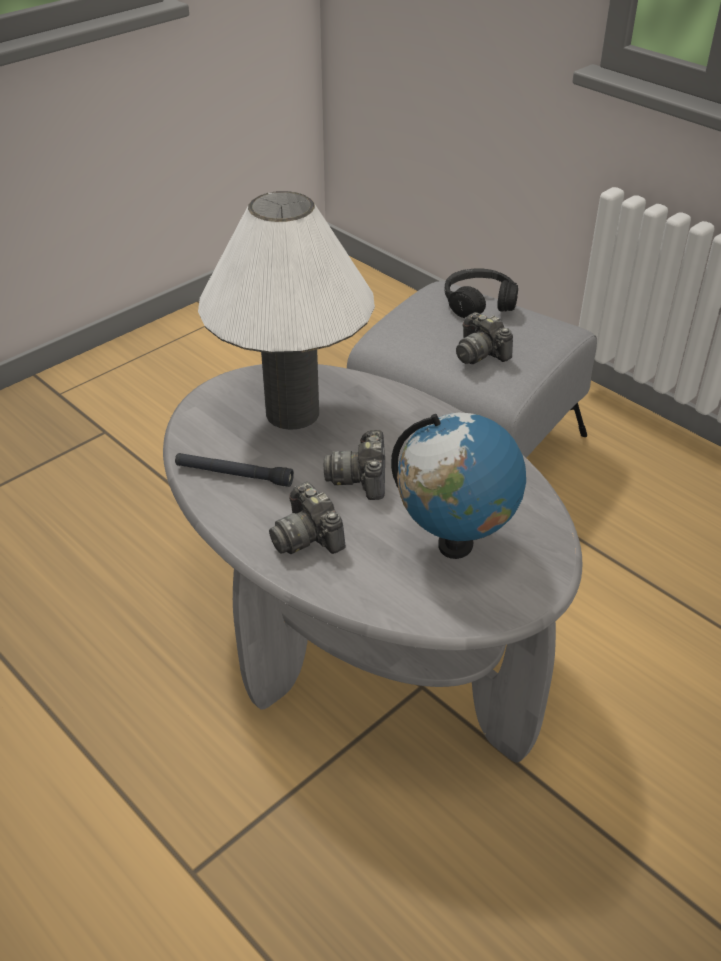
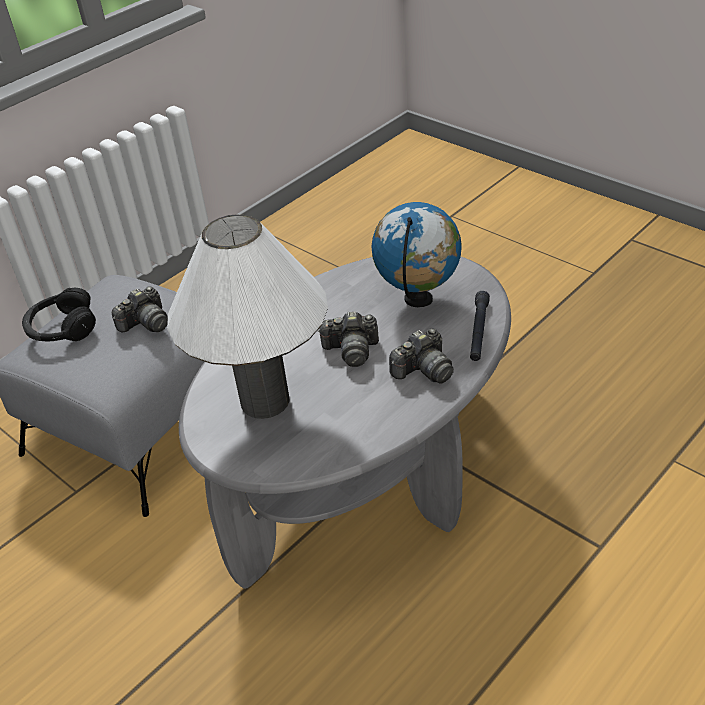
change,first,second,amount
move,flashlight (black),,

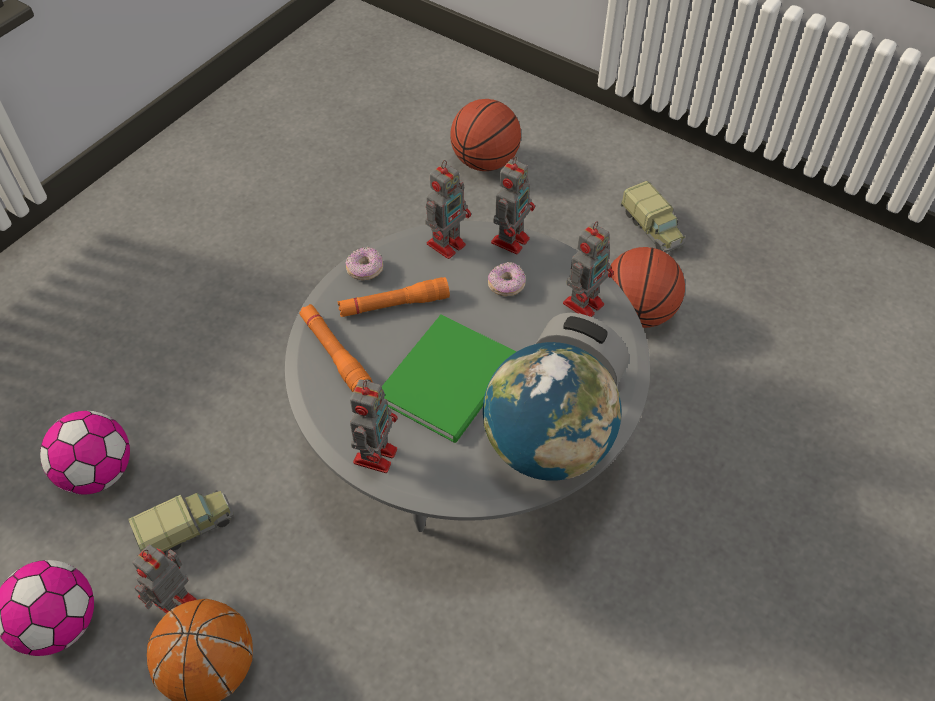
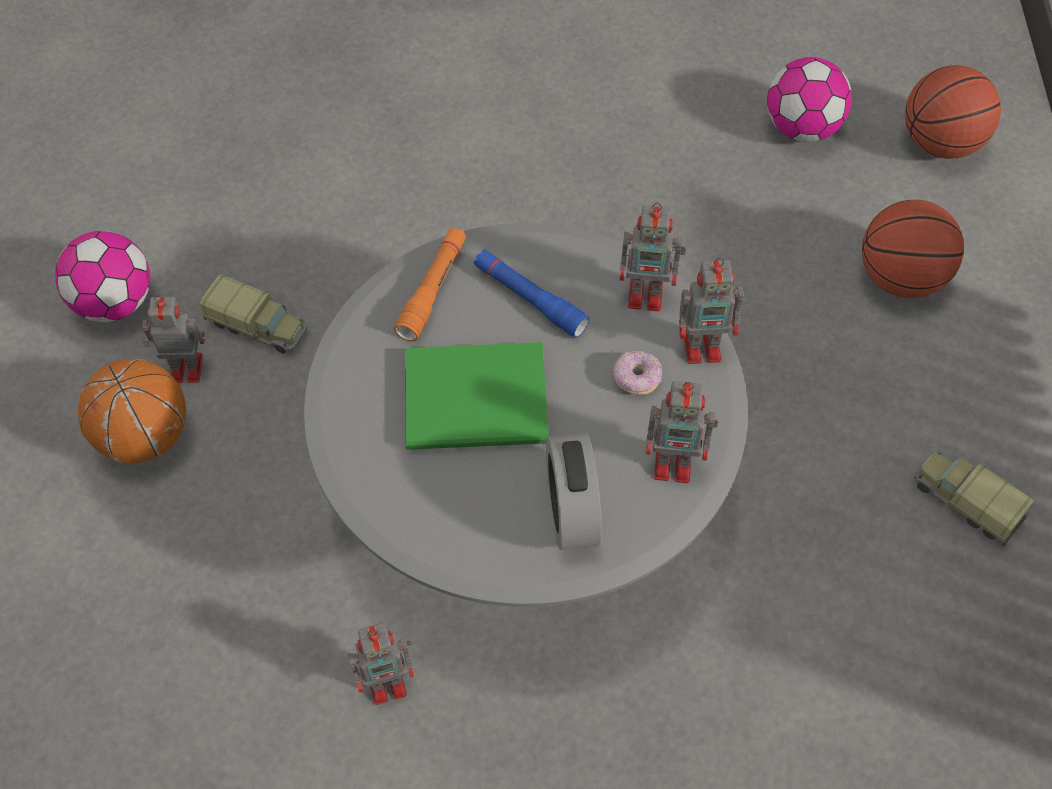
change,first,second,amount
delete,donut (1st from left),,
delete,globe,,
move,football (2nd from left),,
move,toy robot (2nd from left),,
move,basketball (3rd from left),,
recolor,flashlight (orange) (2nd from left),flashlight (blue),
rotate,toy truck (2nd from left),,105 degrees clockwise

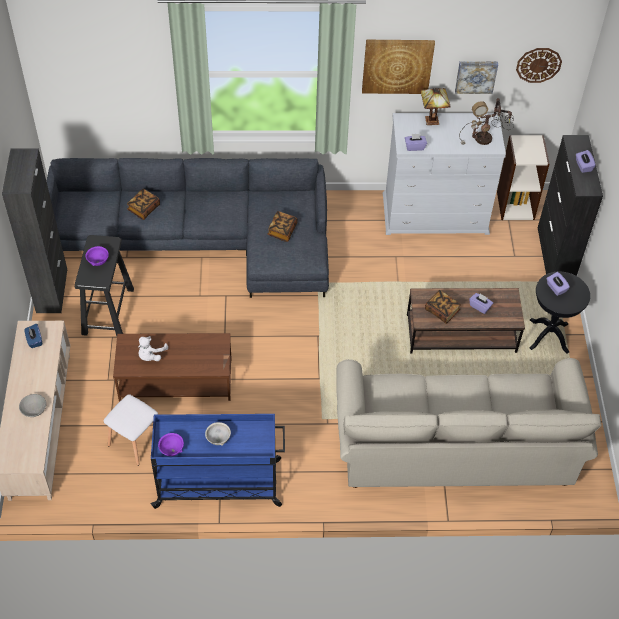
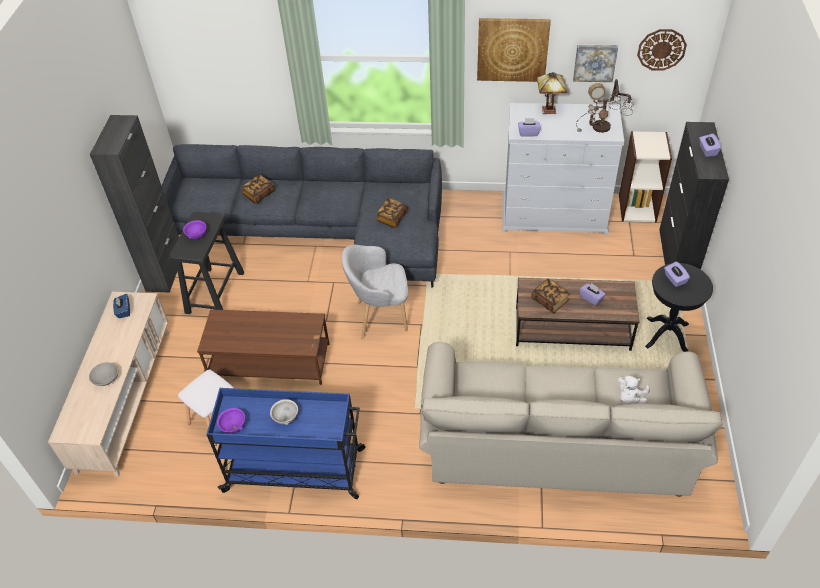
change,first,second,amount
insert,,armchair (grey),
move,plush toy (white),,

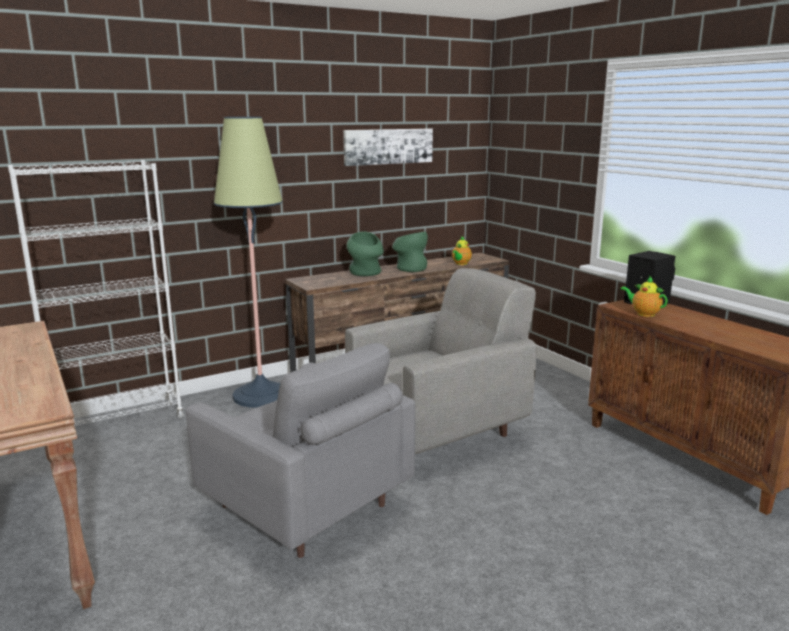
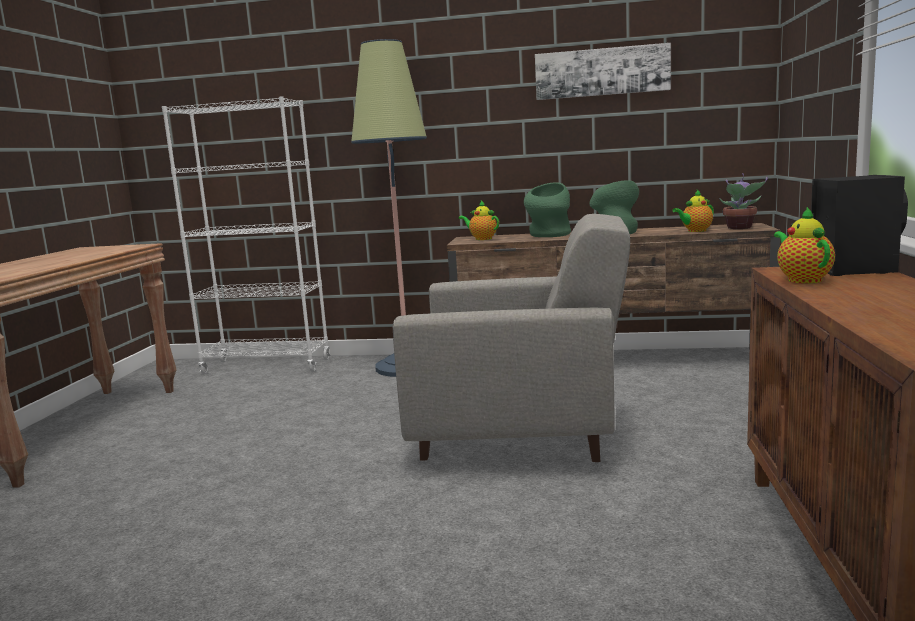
change,first,second,amount
delete,armchair (grey) (1st from left),,
insert,,teapot (1st from left),
insert,,potted plant,

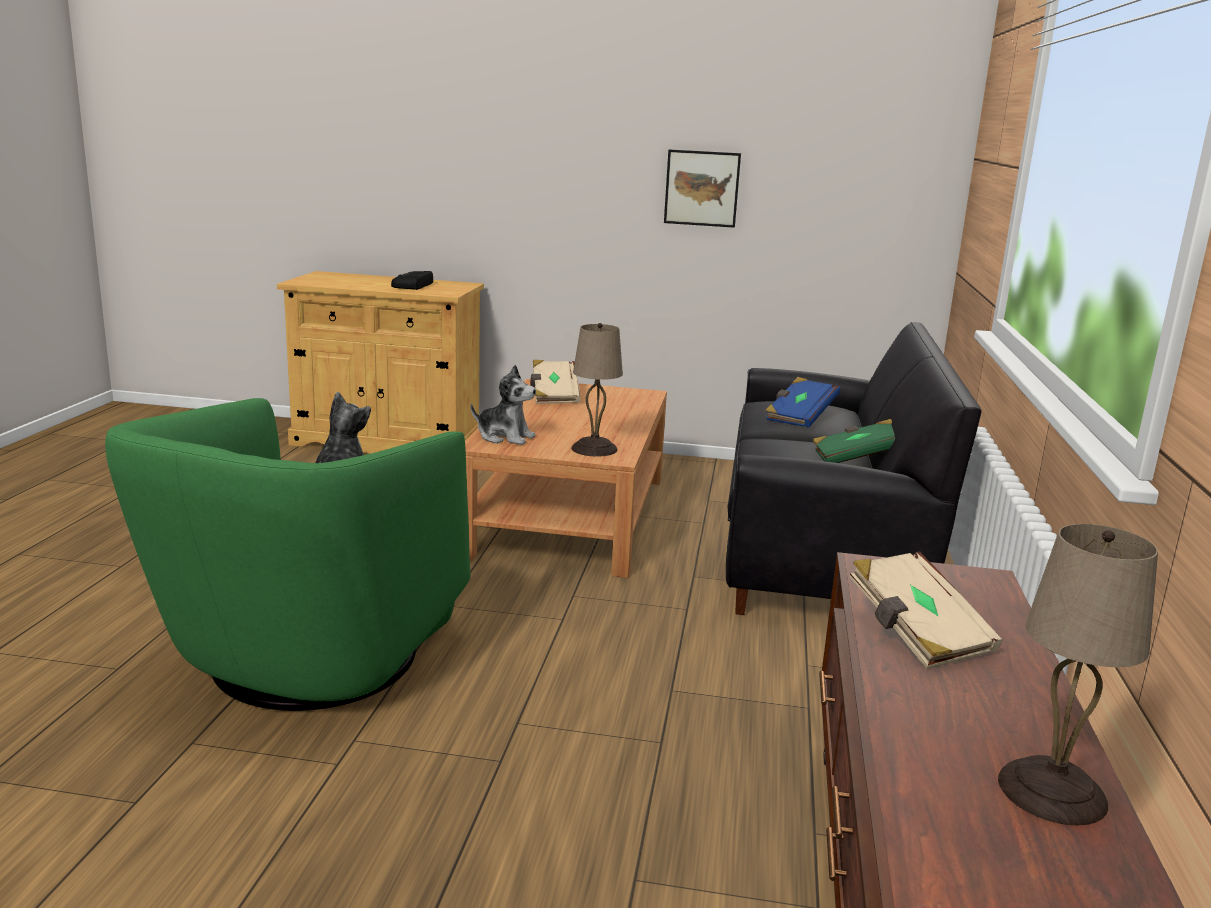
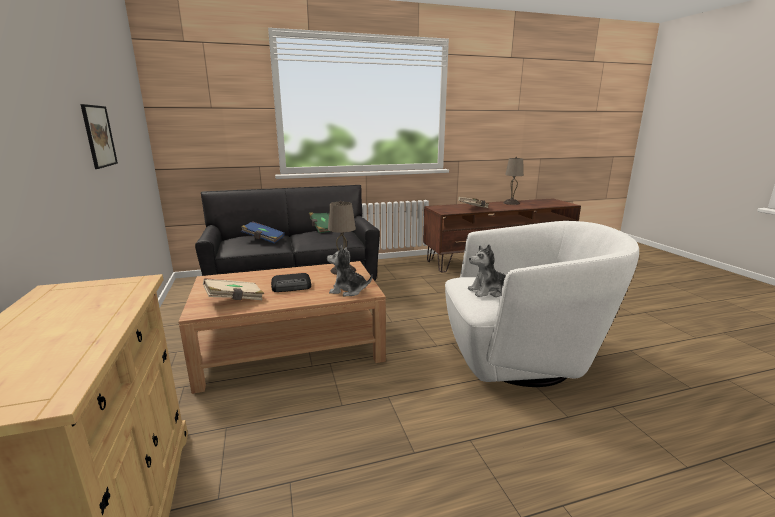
change,first,second,amount
move,radio,,
recolor,armchair (green),armchair (white),
rotate,plush toy (2nd from left in the first image),plush toy (1st from left),75 degrees counterclockwise

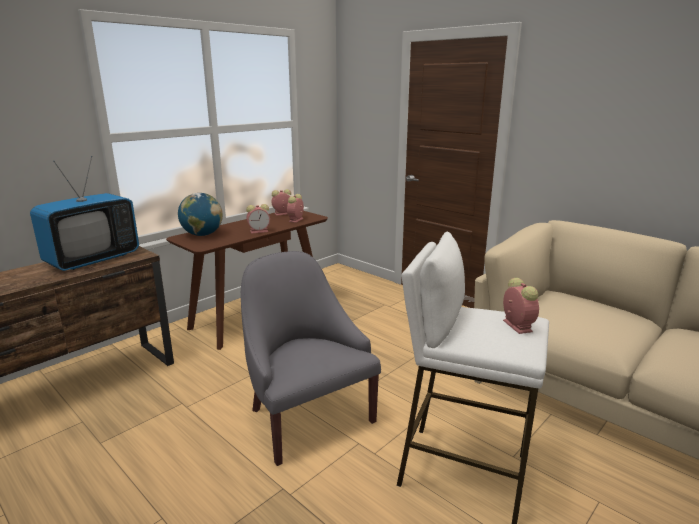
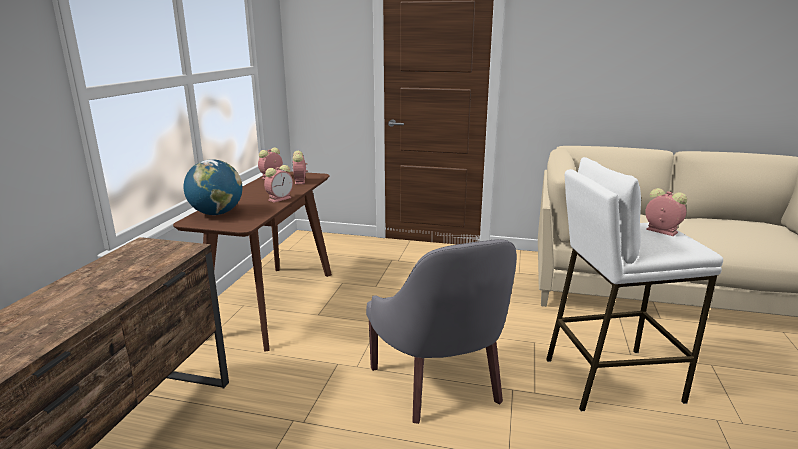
change,first,second,amount
delete,television,,
rotate,armchair (grey),,135 degrees counterclockwise

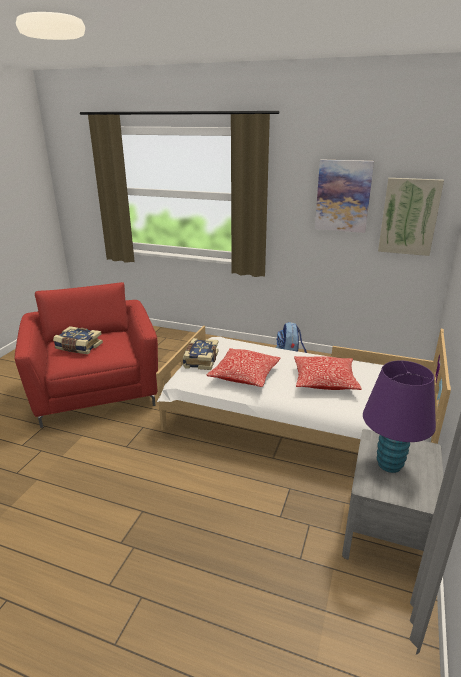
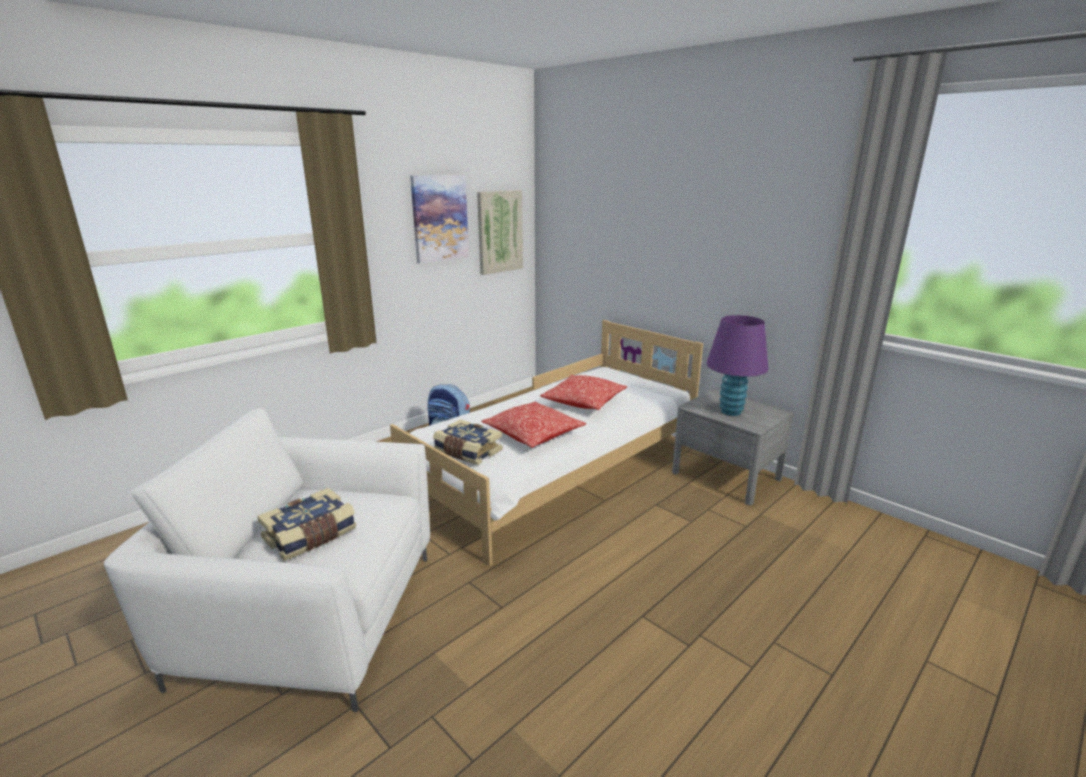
change,first,second,amount
recolor,armchair (red),armchair (white),

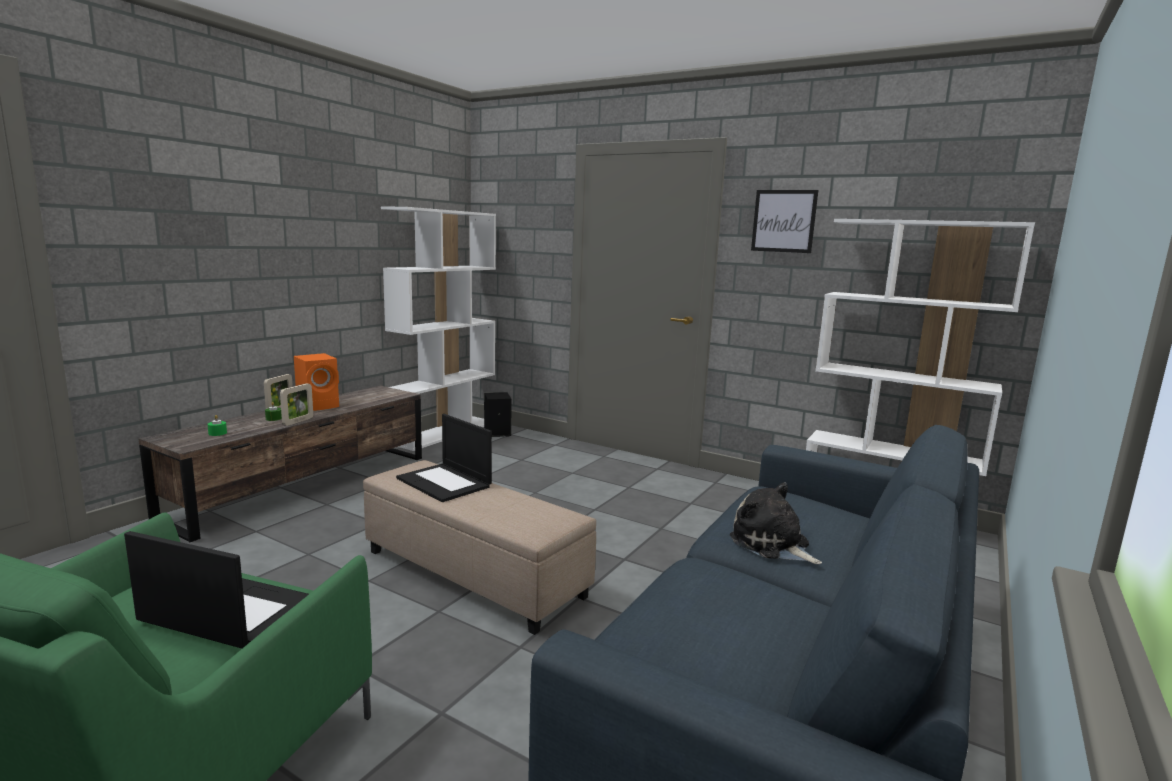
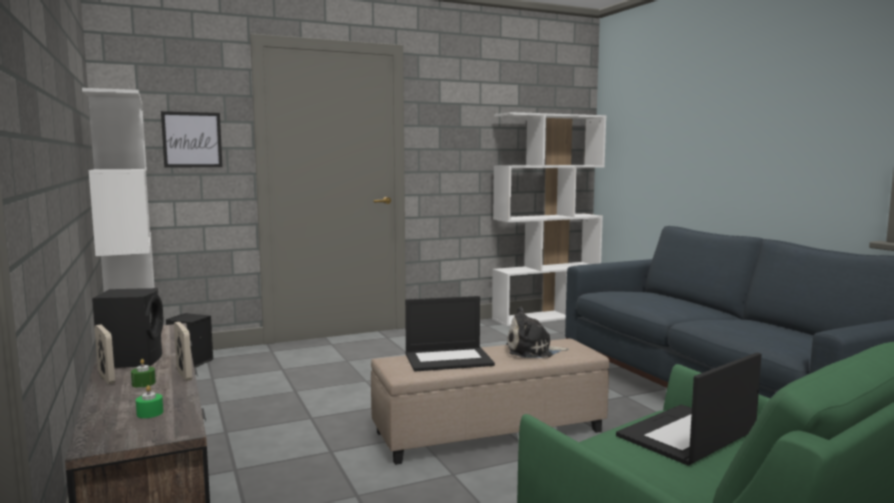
change,first,second,amount
move,plush toy,,
move,picture,,
recolor,speaker (orange),speaker (black) (1st from left),

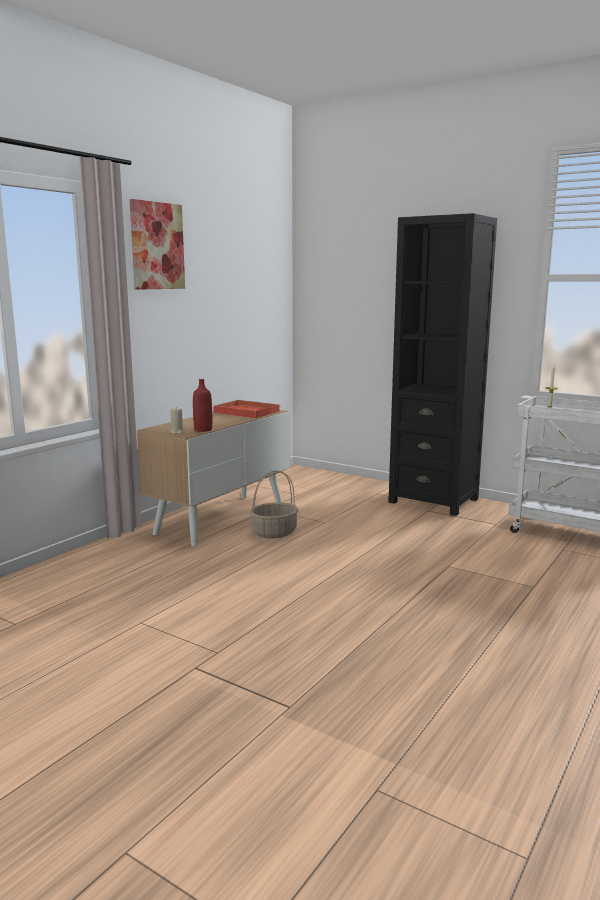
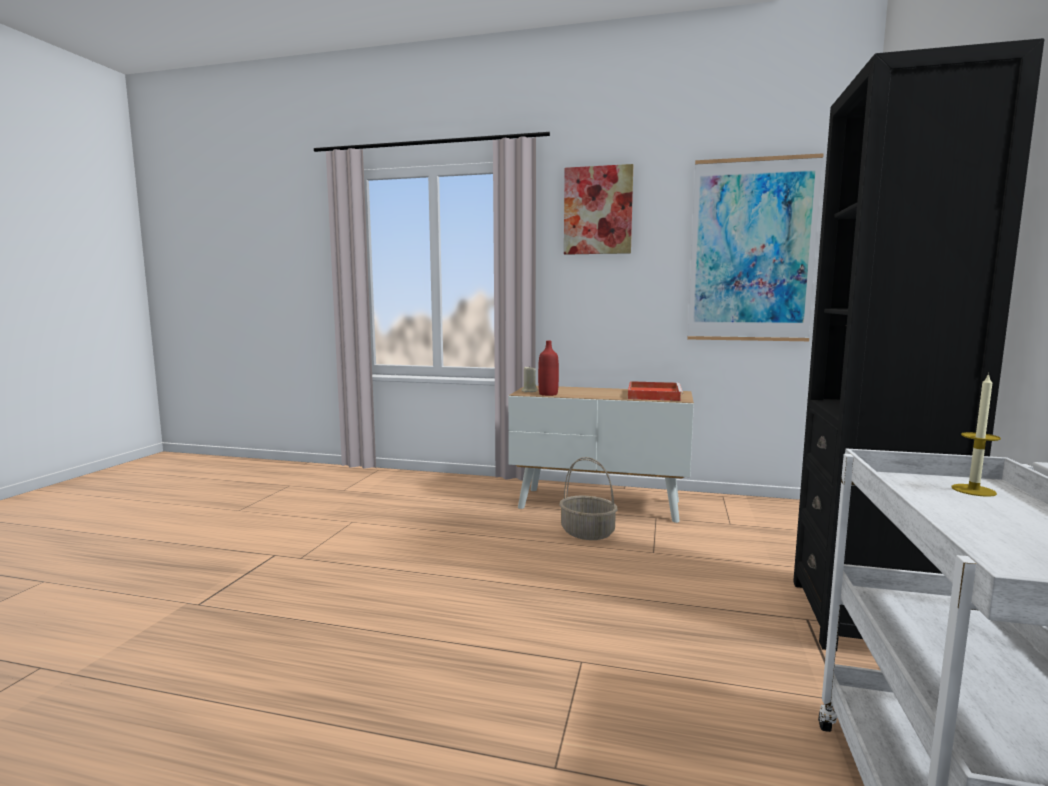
change,first,second,amount
insert,,picture (2nd from left),

